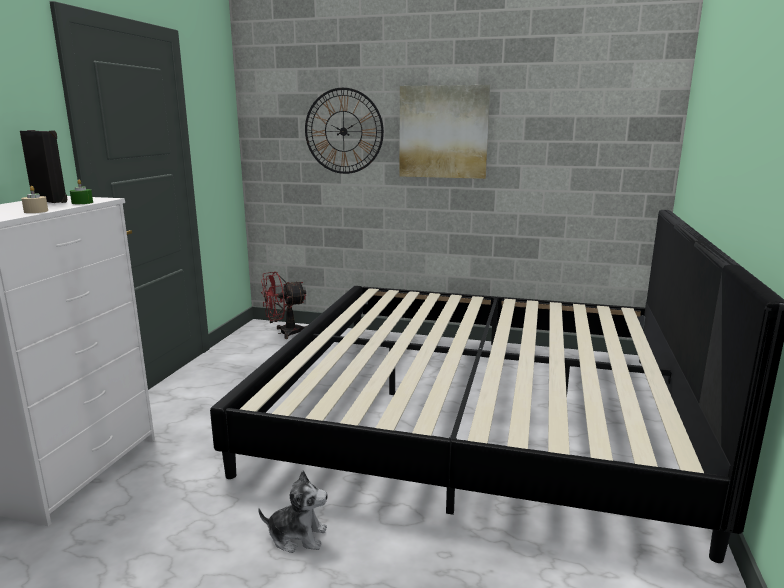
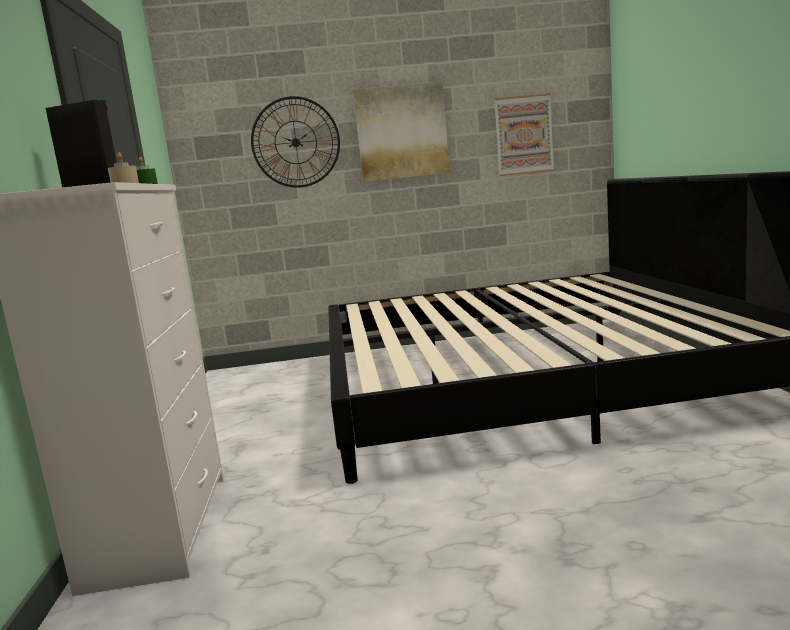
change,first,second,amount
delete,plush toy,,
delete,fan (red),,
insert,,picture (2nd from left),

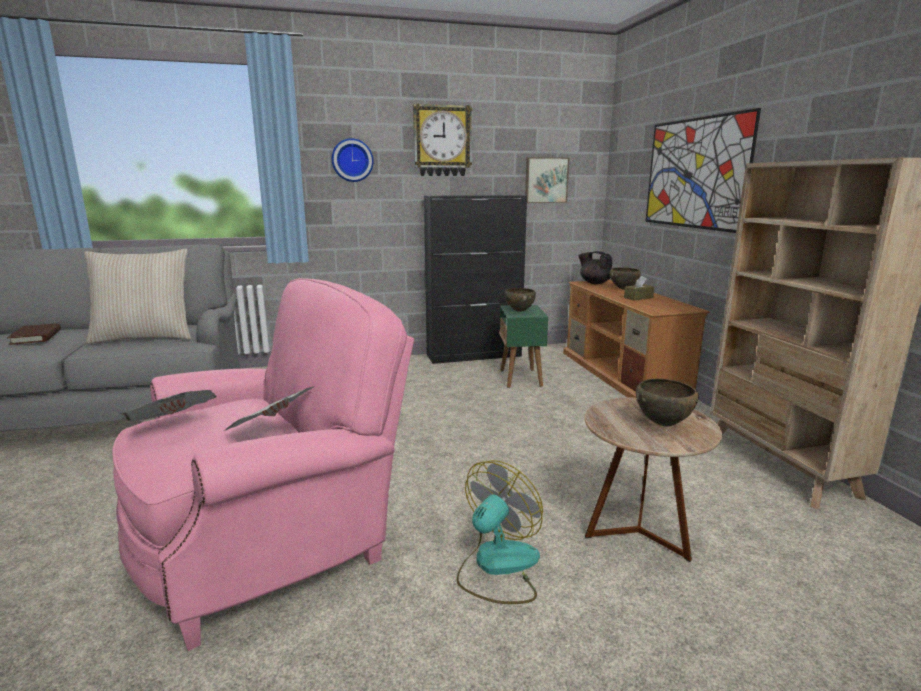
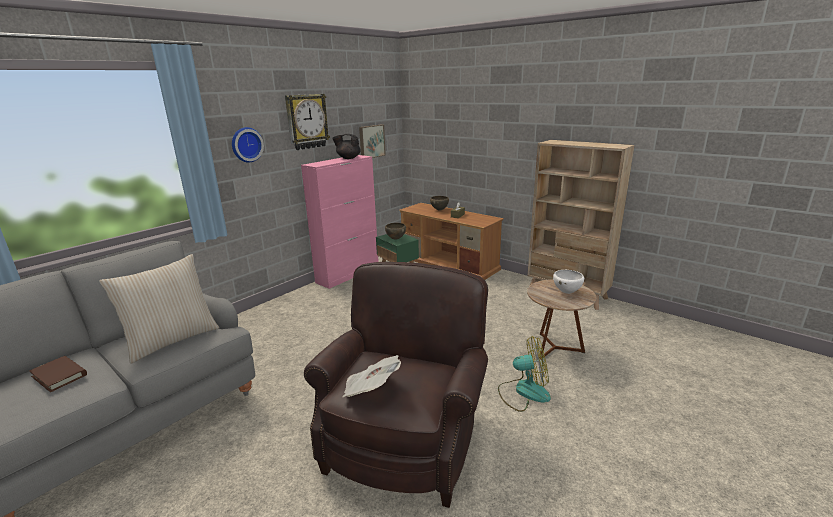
change,first,second,amount
delete,newspaper (2nd from left),,
delete,picture (2nd from left),,
move,teapot (black),,
recolor,armchair (pink),armchair (brown),
recolor,cabinet (black),cabinet (pink),
recolor,bowl (brown) (3rd from left),bowl (white),
rotate,fan,,90 degrees clockwise

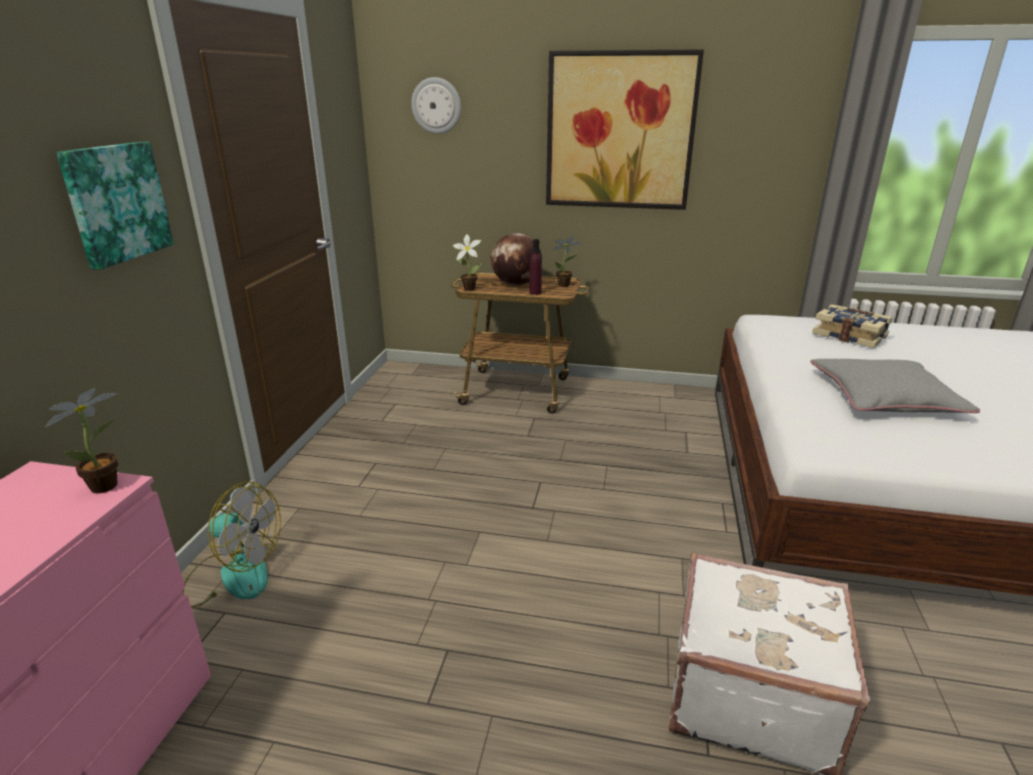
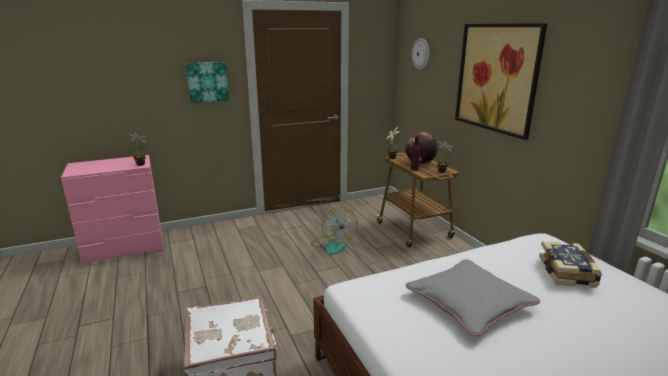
change,first,second,amount
move,fan,,

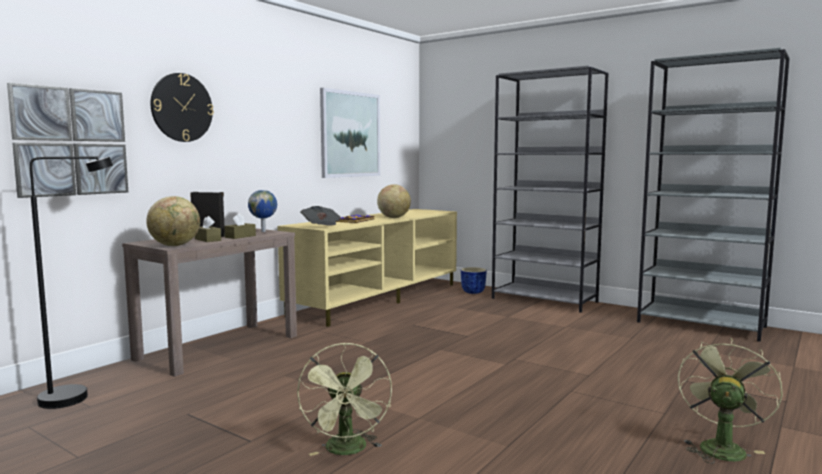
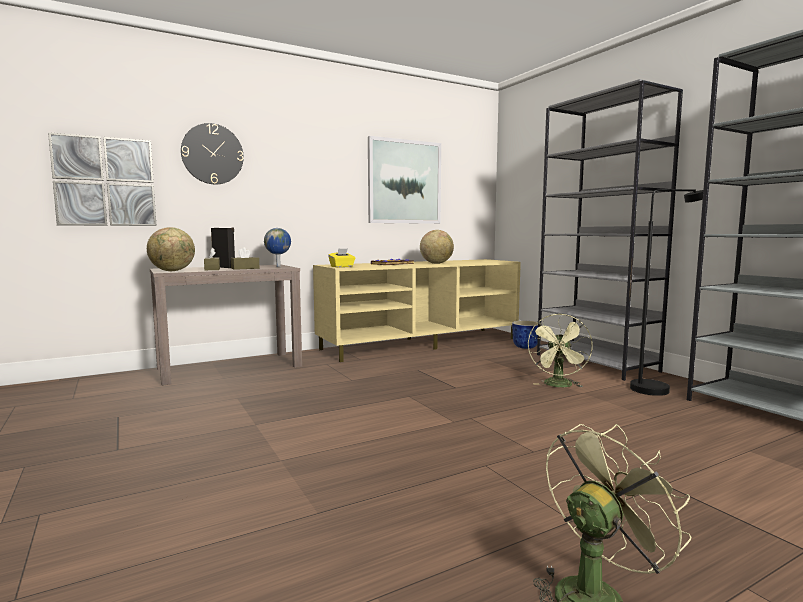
change,first,second,amount
move,floor lamp (black),,
move,fan (green) (1st from left),,
replace,newspaper,tissue box (yellow),

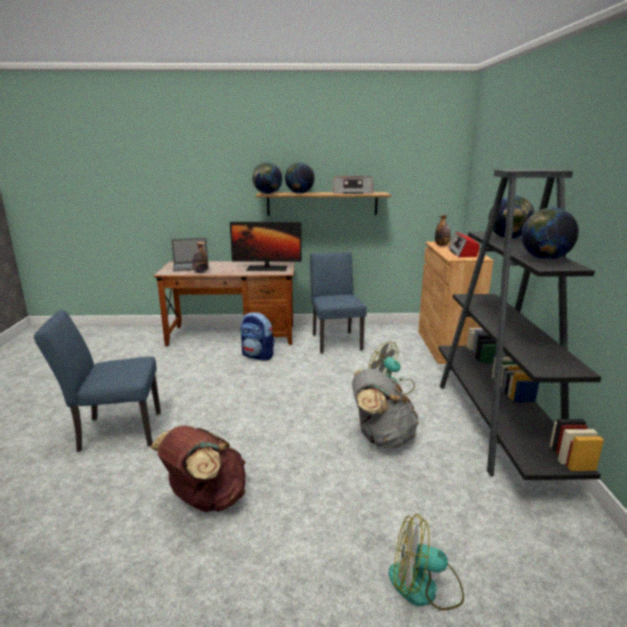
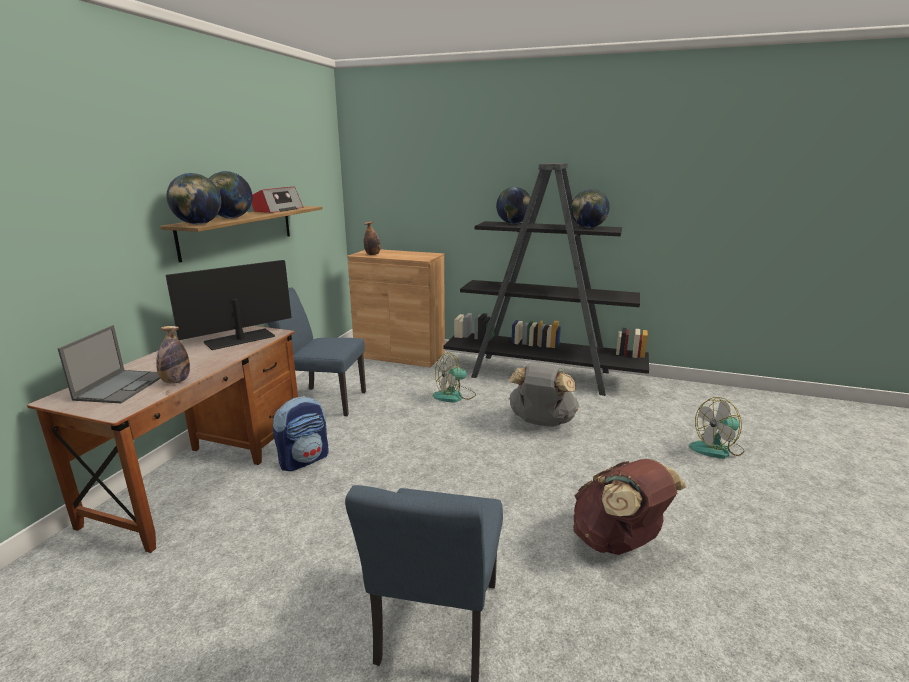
change,first,second,amount
delete,radio (2nd from left),,
rotate,monitor,,150 degrees counterclockwise
rotate,fan (2nd from left),,45 degrees clockwise

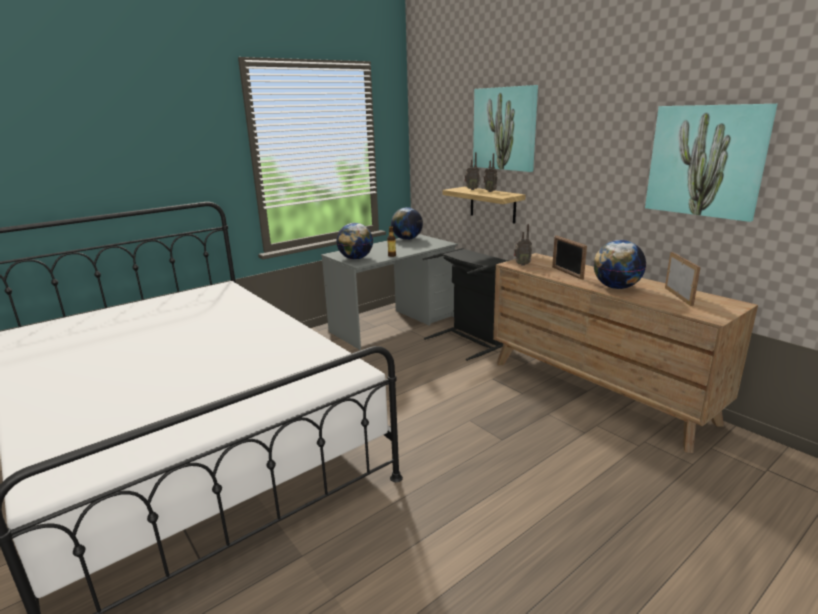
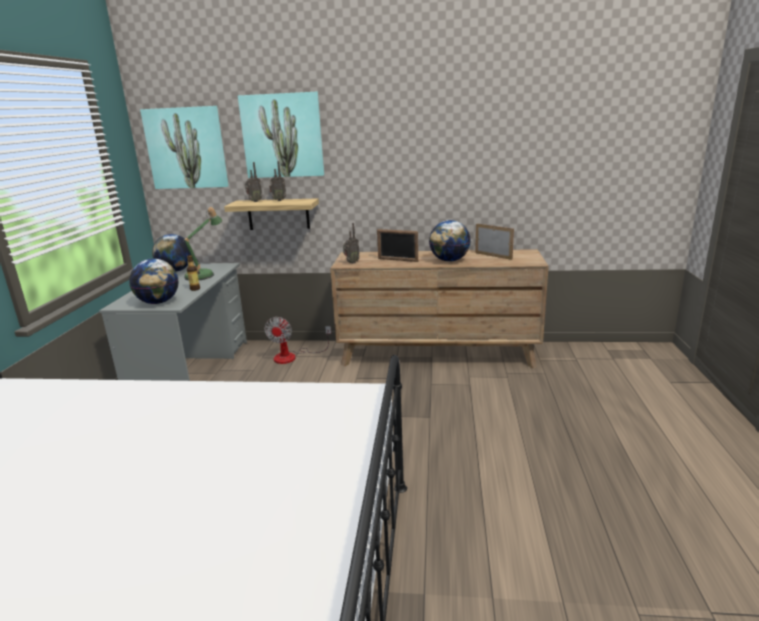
change,first,second,amount
insert,,table lamp,
move,picture (2nd from left in the first image),picture (1st from left),
replace,laundry basket (black),fan,

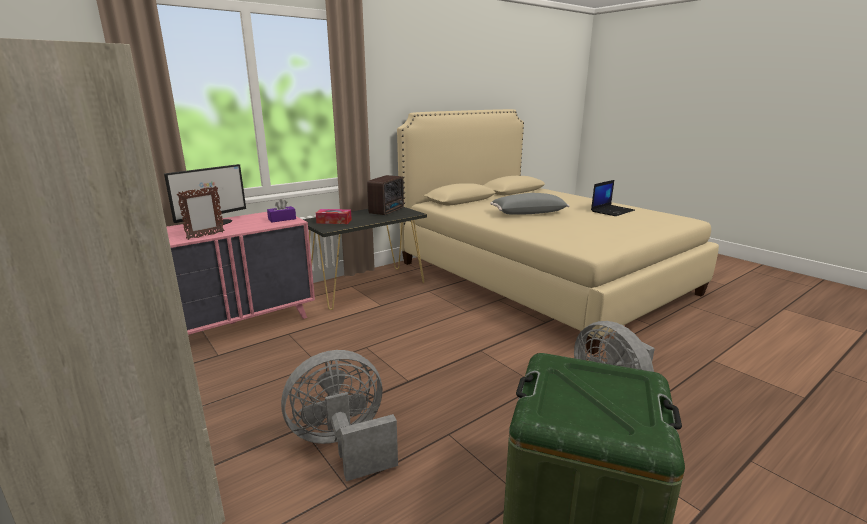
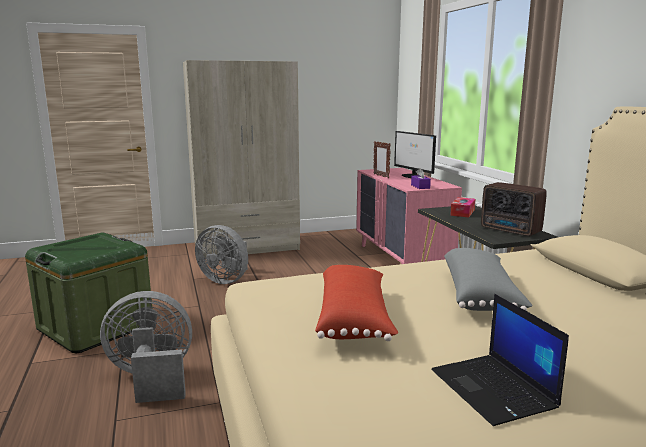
change,first,second,amount
insert,,pillow (red),
rotate,fan (grey) (1st from left in the first image),fan (grey) (2nd from left),120 degrees clockwise

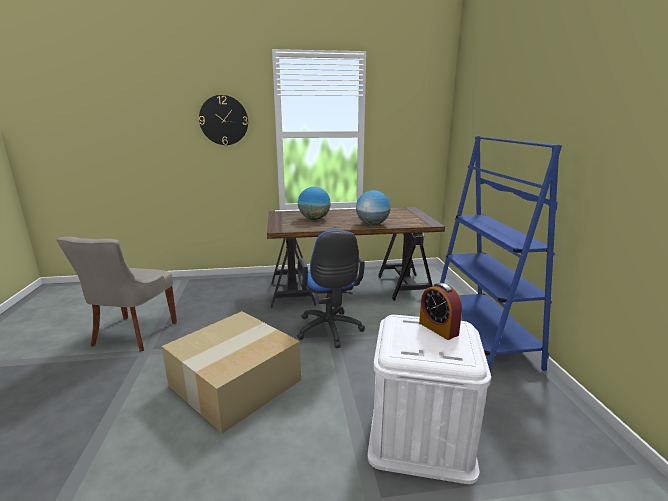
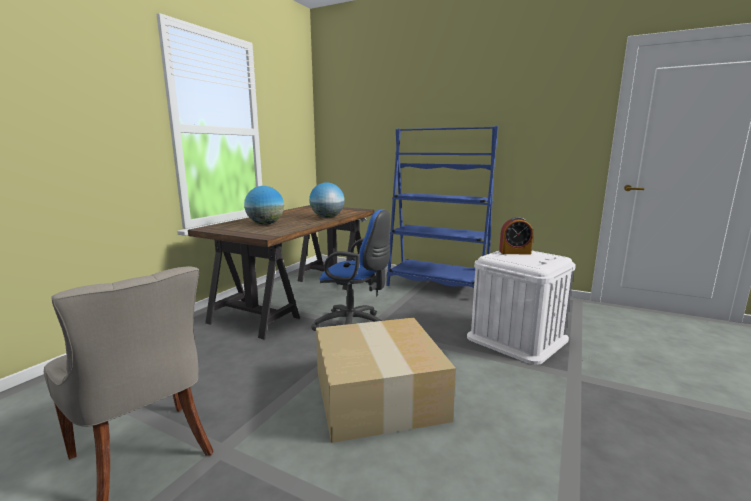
change,first,second,amount
delete,wall clock,,

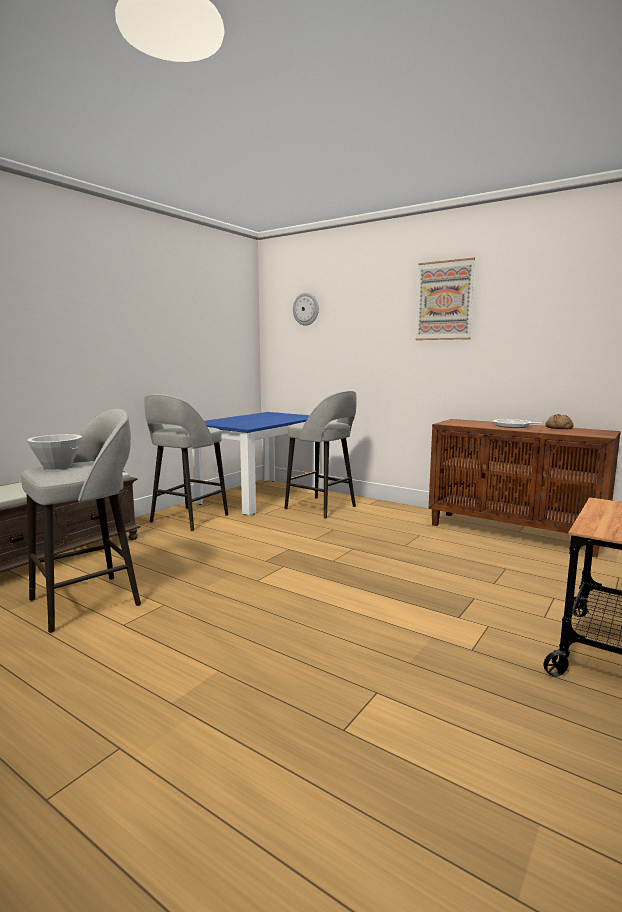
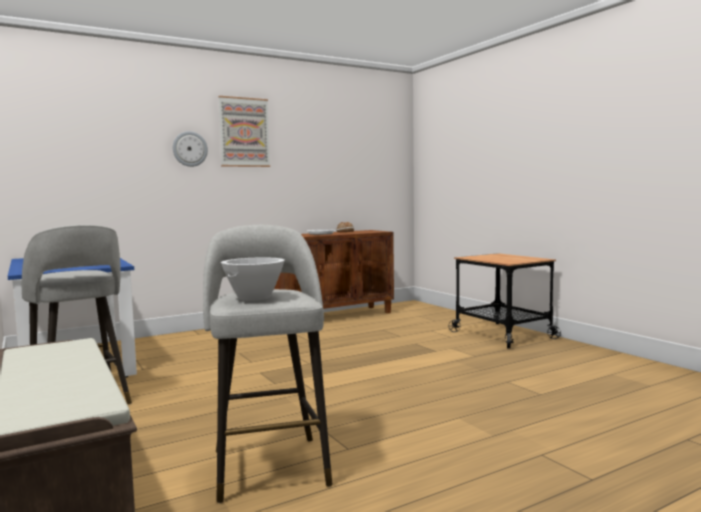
change,first,second,amount
delete,stool (grey) (3rd from left),,
move,wall clock,,

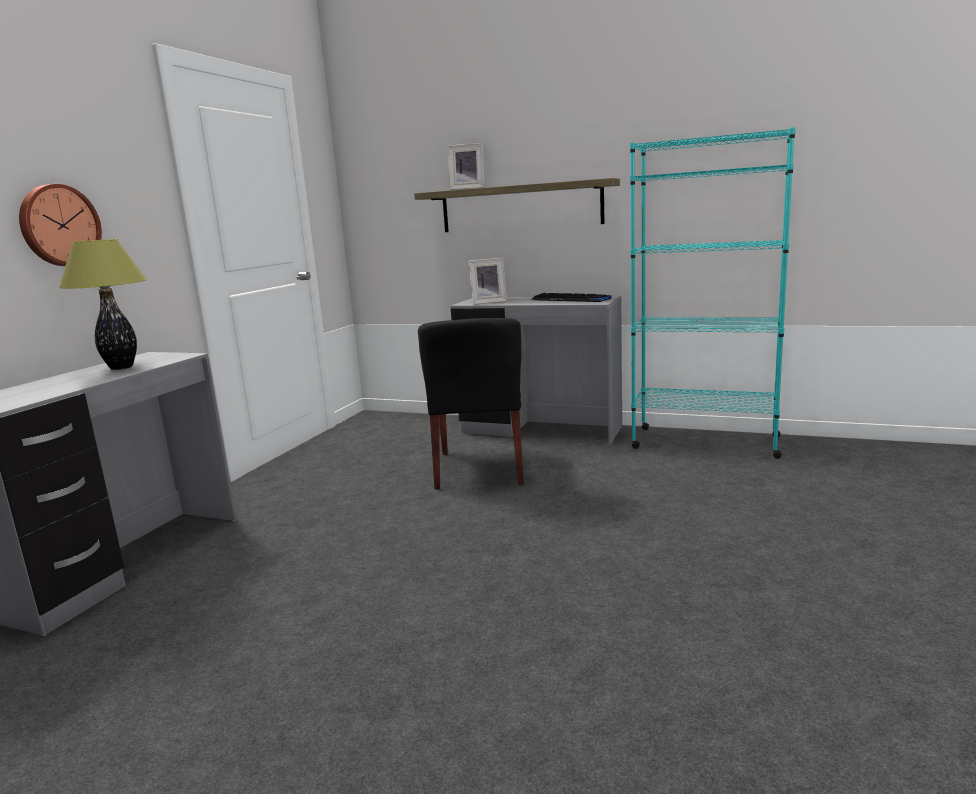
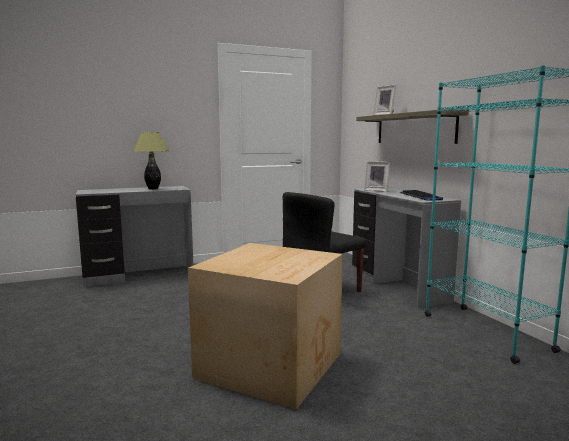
change,first,second,amount
delete,wall clock,,
insert,,cardboard box,

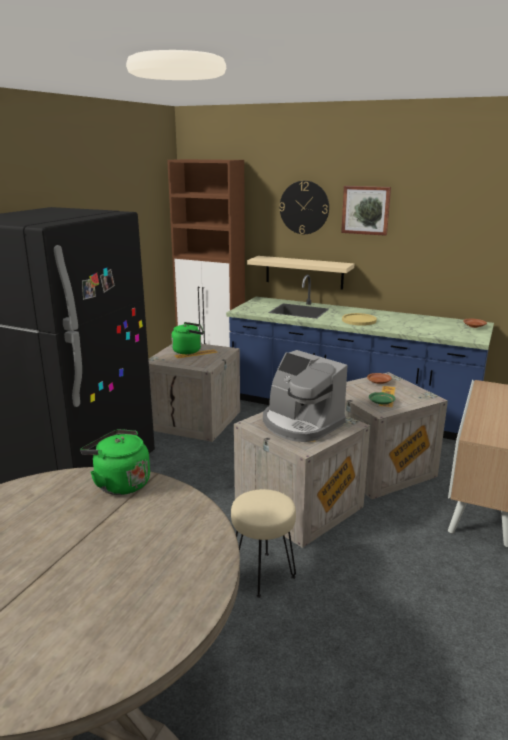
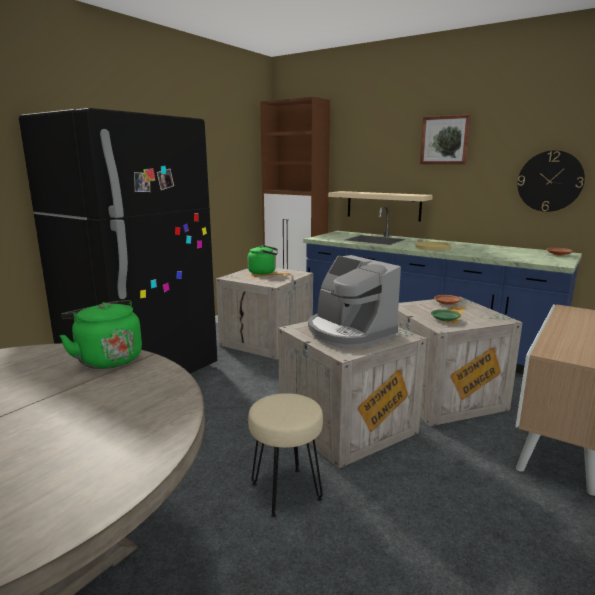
change,first,second,amount
move,wall clock,,

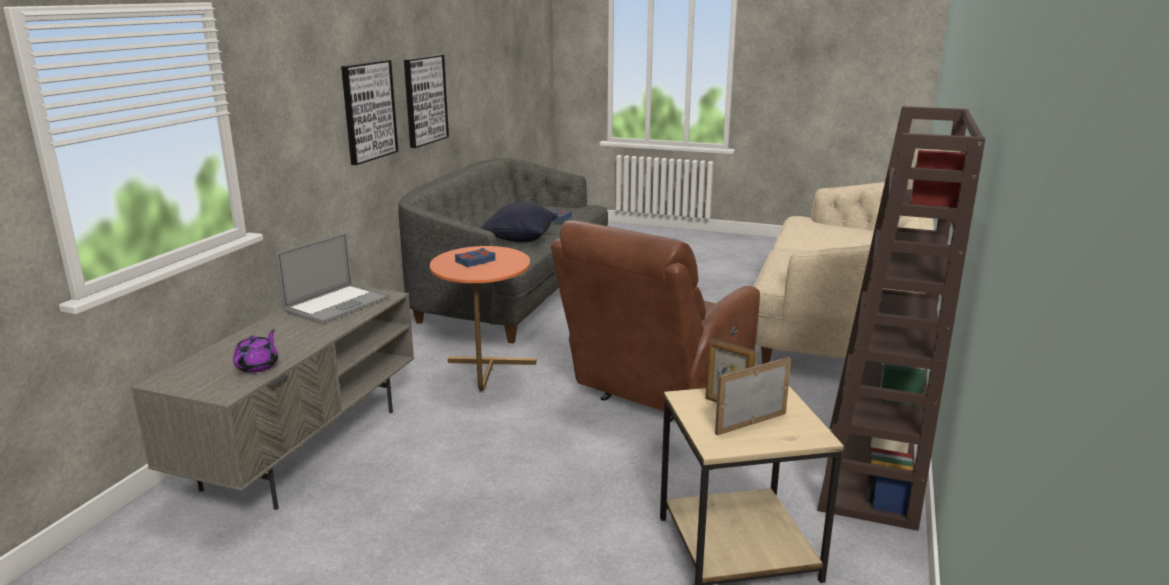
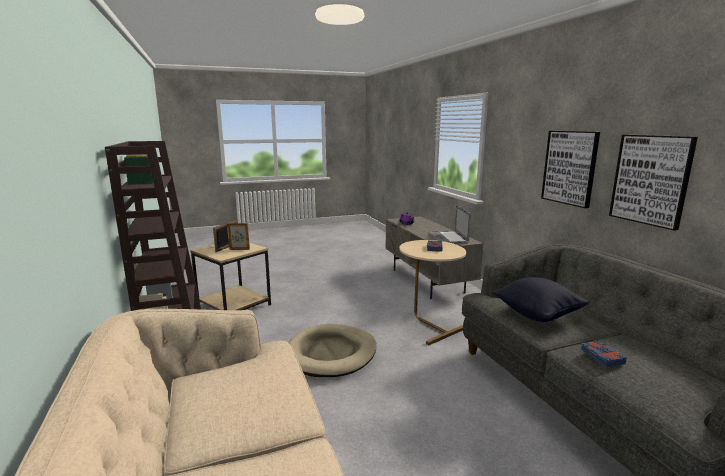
change,first,second,amount
replace,armchair (brown),dog bed (beige),
recolor,side table (orange),side table (beige) (2nd from left),

